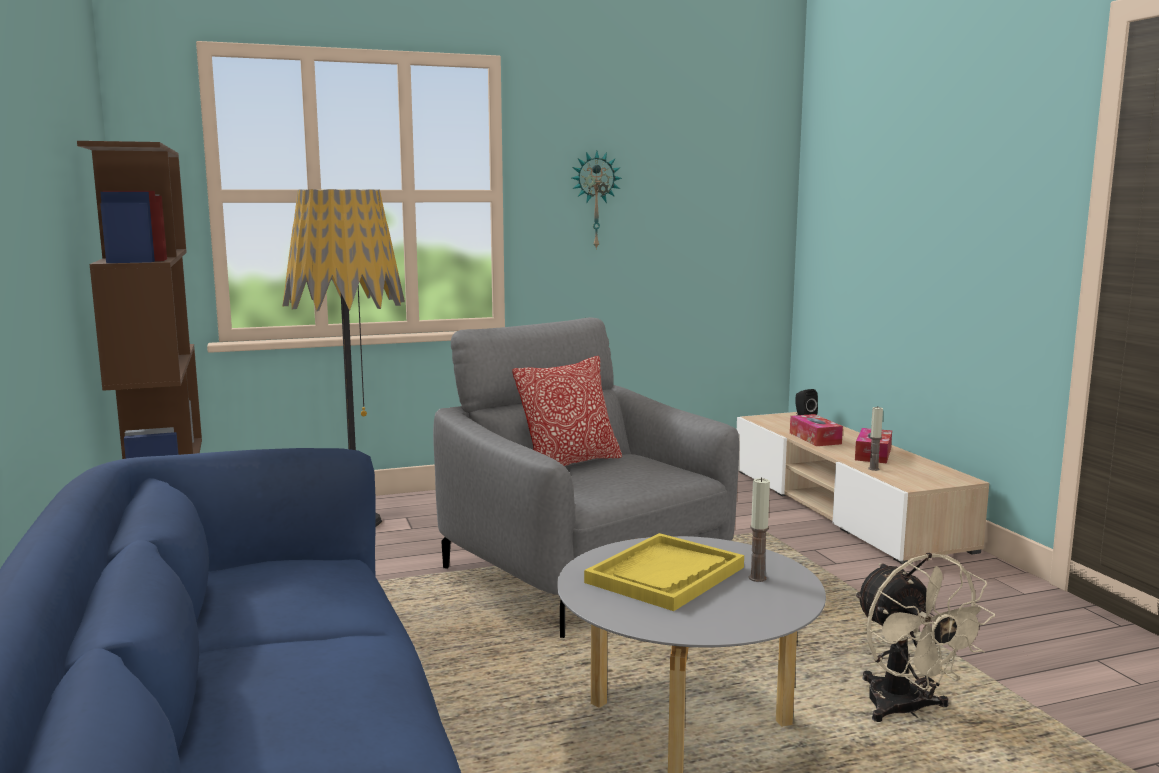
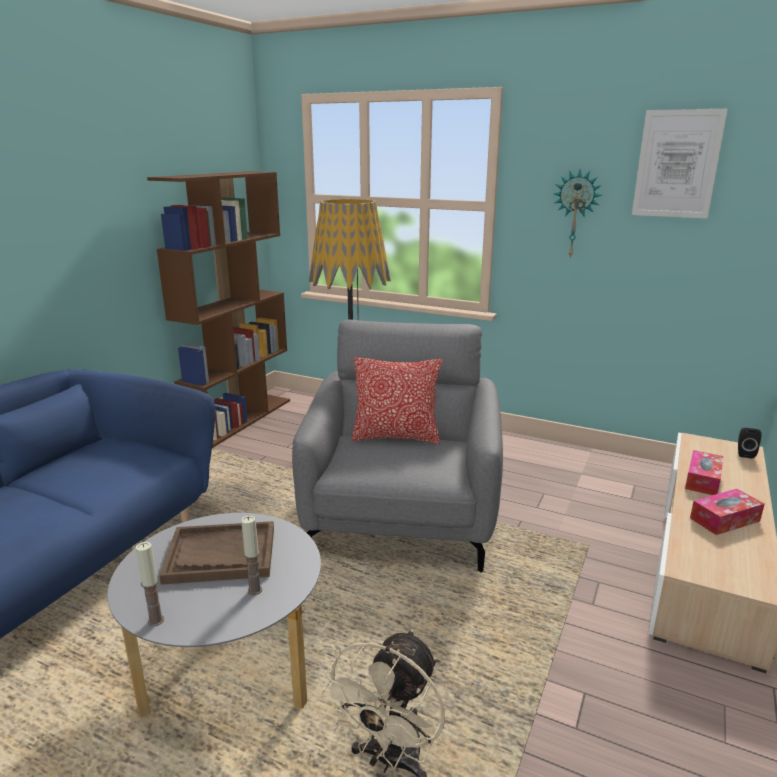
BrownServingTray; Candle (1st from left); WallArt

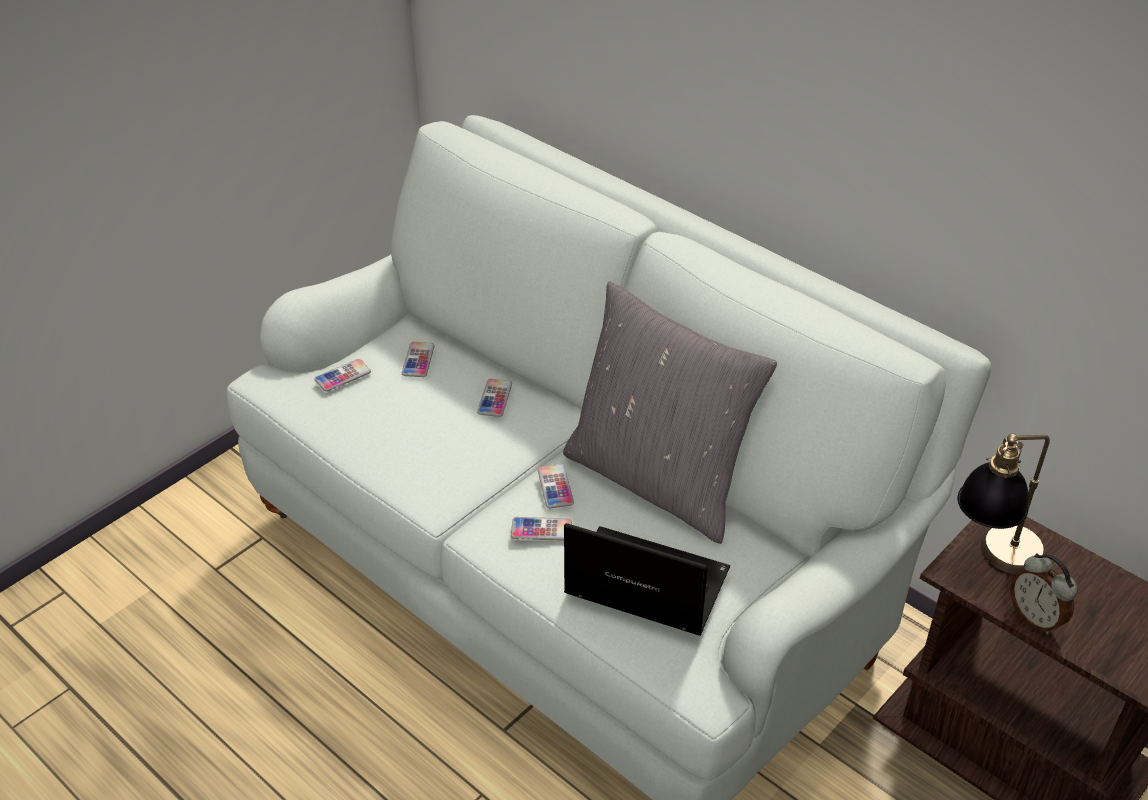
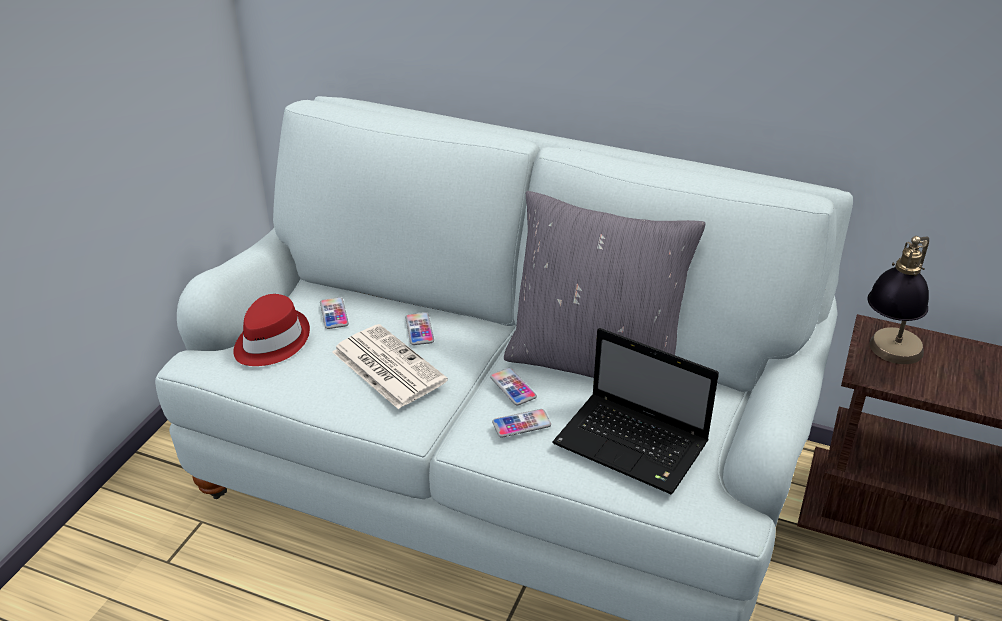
RedColouredClothingHat; PortableComputer; AlarmClock; Newspaper

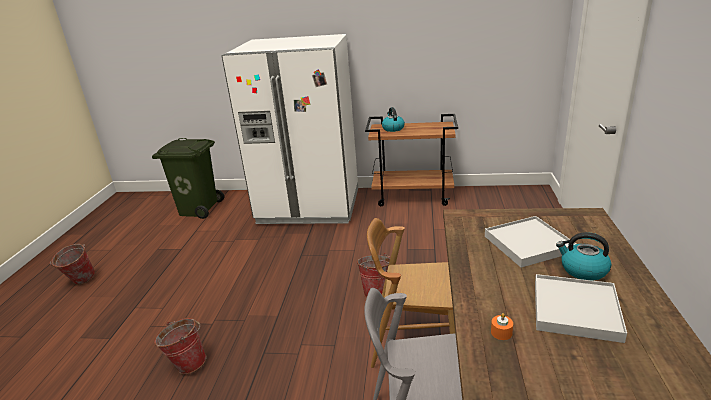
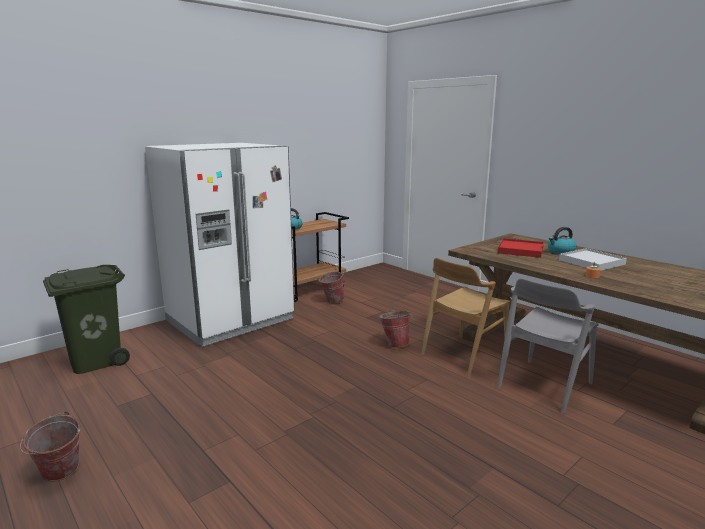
WaterBucket (2nd from left); RedColouredServingTray

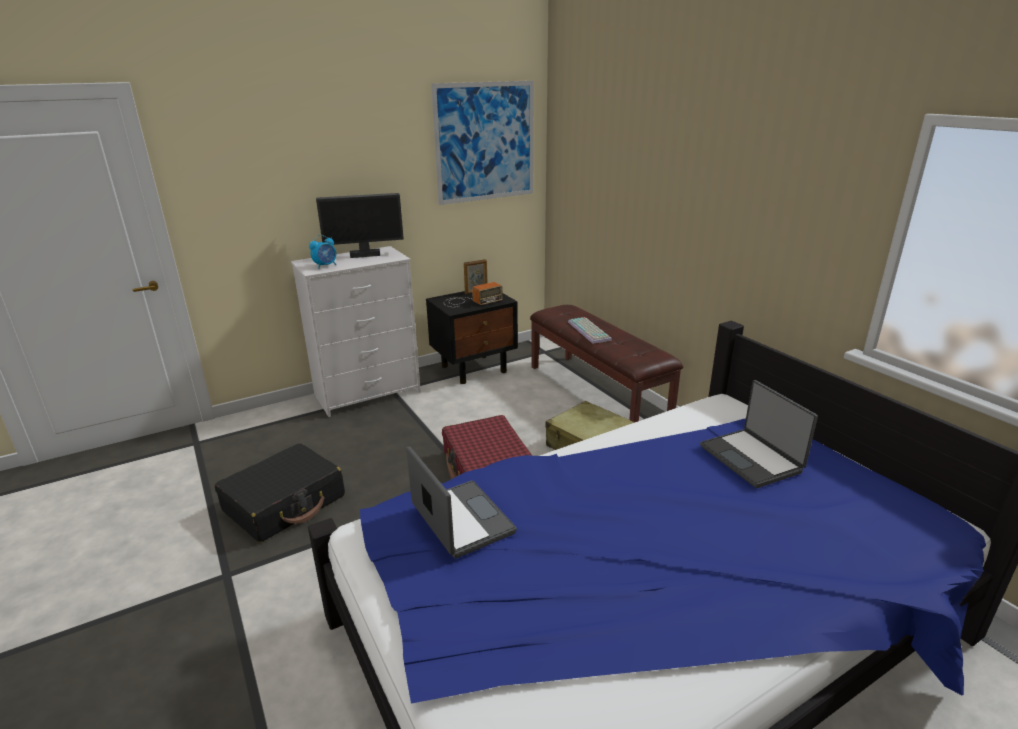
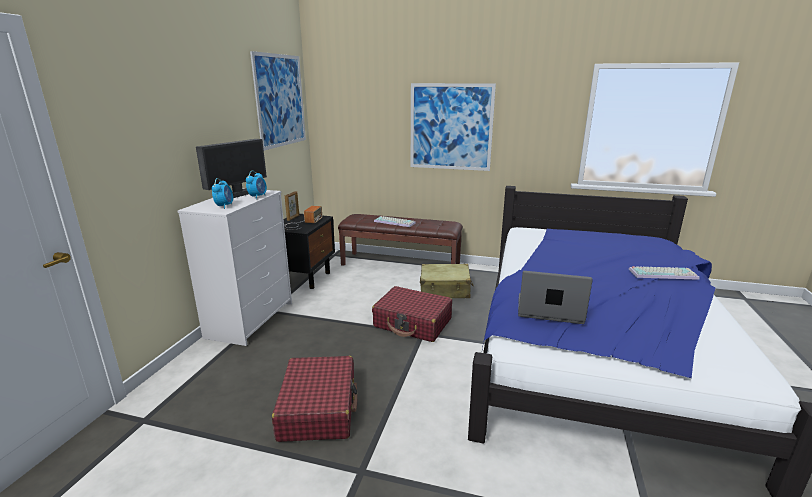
RedColouredSuitcase (1st from left); PortableComputer (2nd from left in the first image); AlarmClock (2nd from left); WallArt (2nd from left); PcKeyboard (2nd from left)

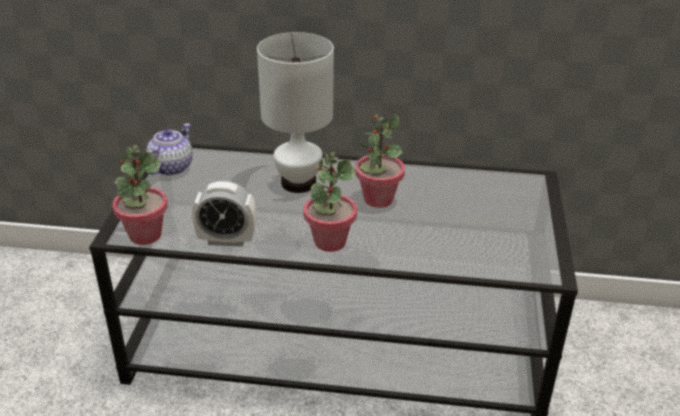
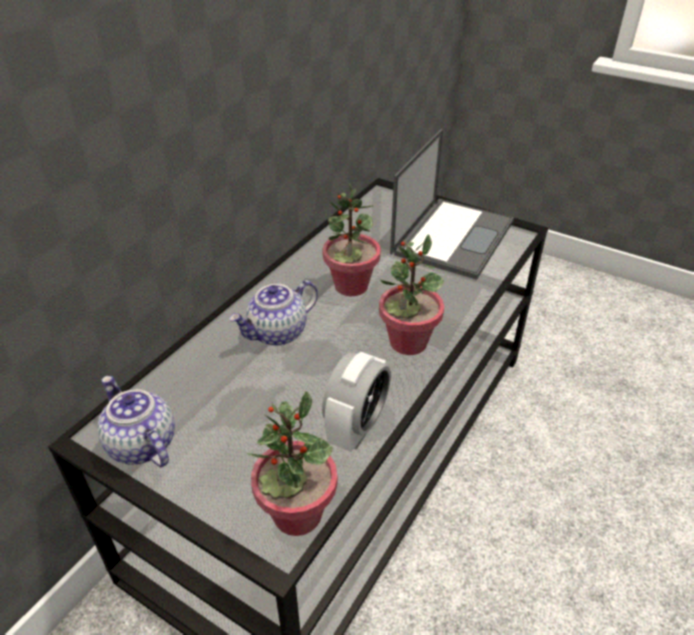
TeaPot (2nd from left); PortableComputer

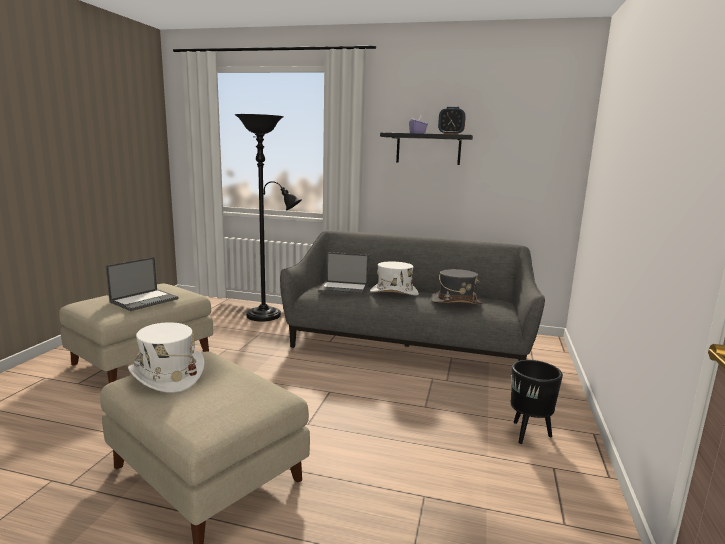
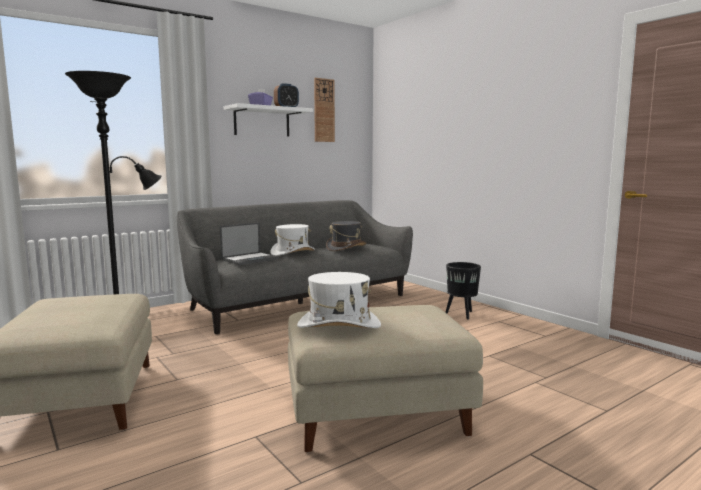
PortableComputer (1st from left in the first image); WhiteShelf; ClockOnTheWall

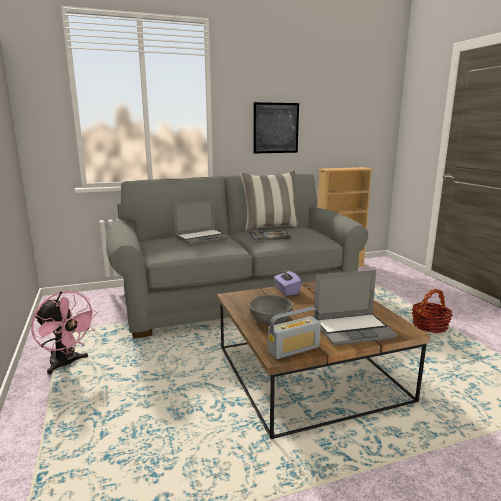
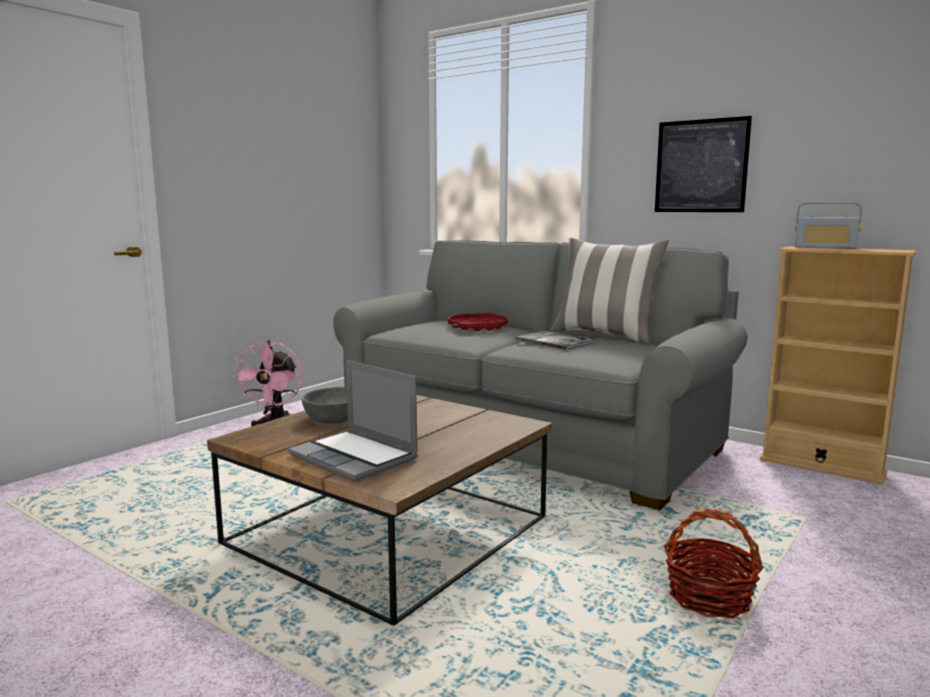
RedColouredServingTray; RadioReceiver; PurpleBoxOfTissues

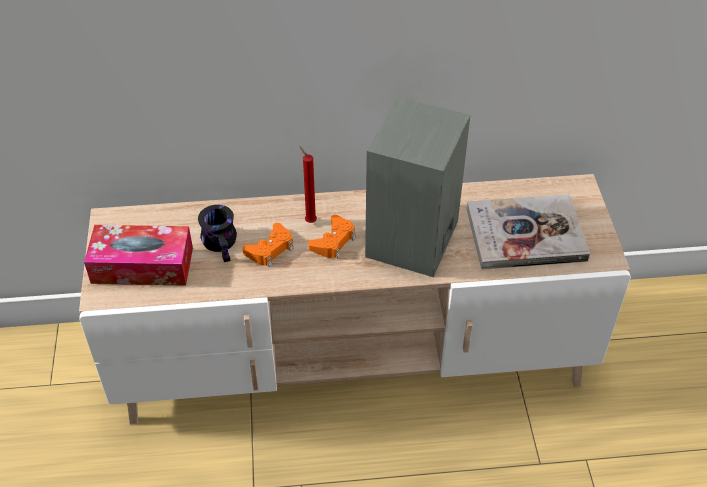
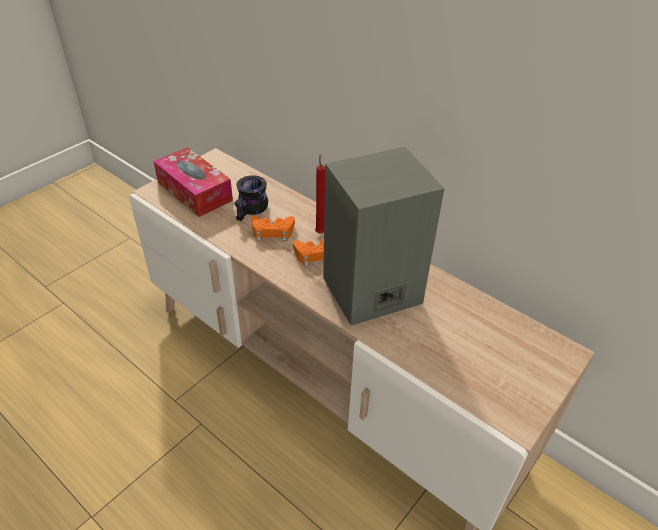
Volume

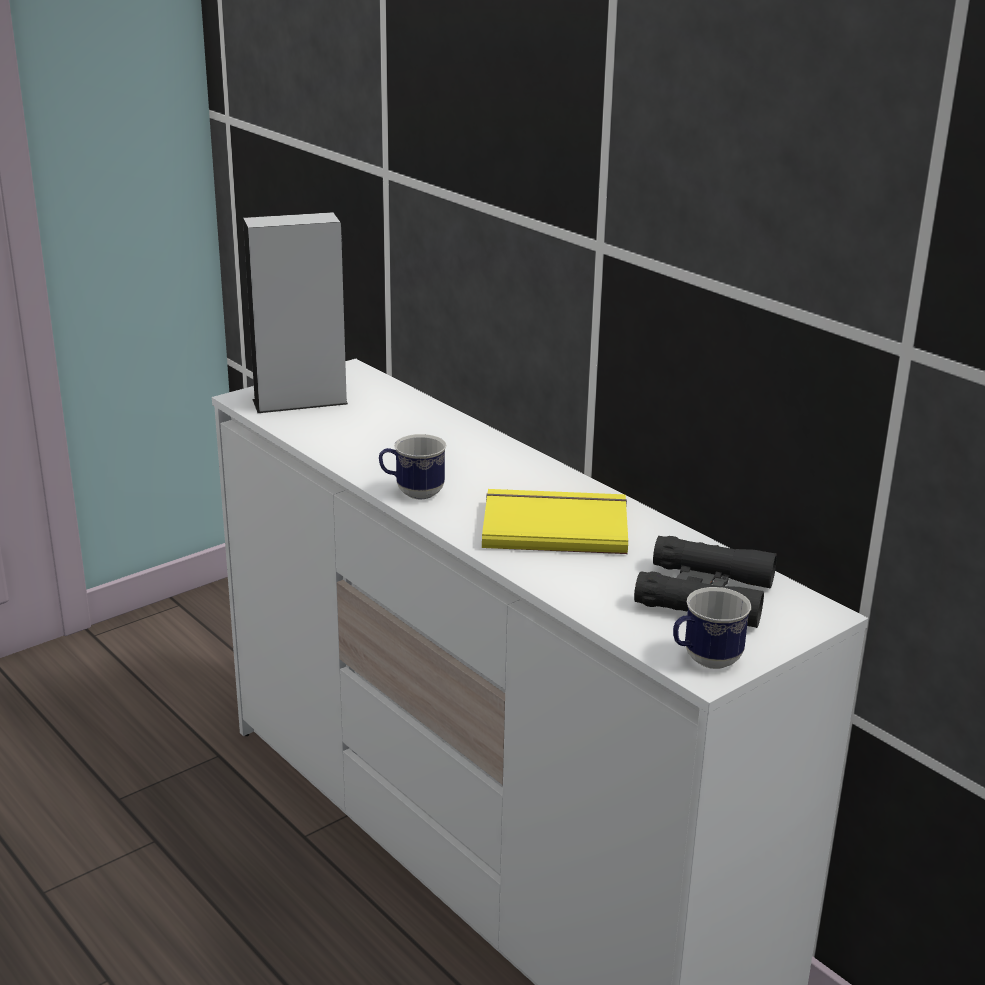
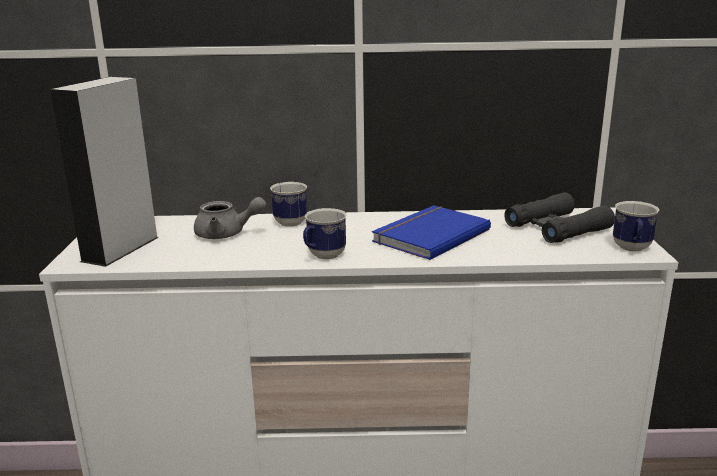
BluishVolume; GreyishTeaPot; CoffeeMug (1st from left)

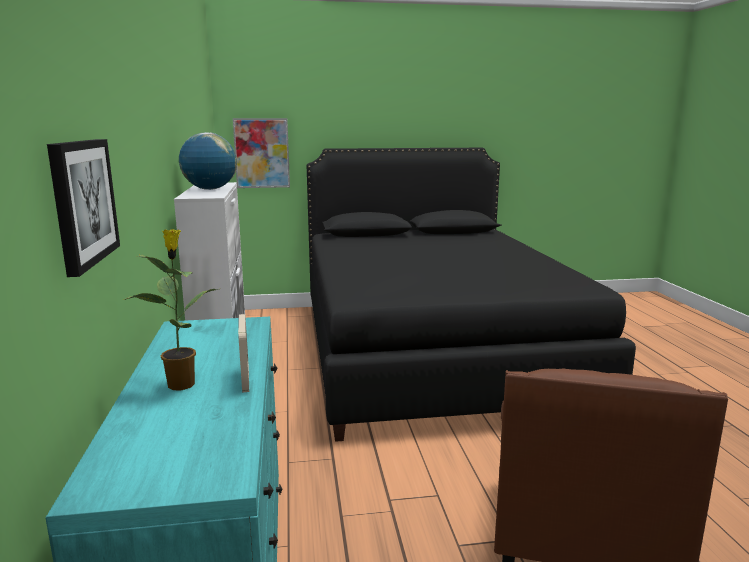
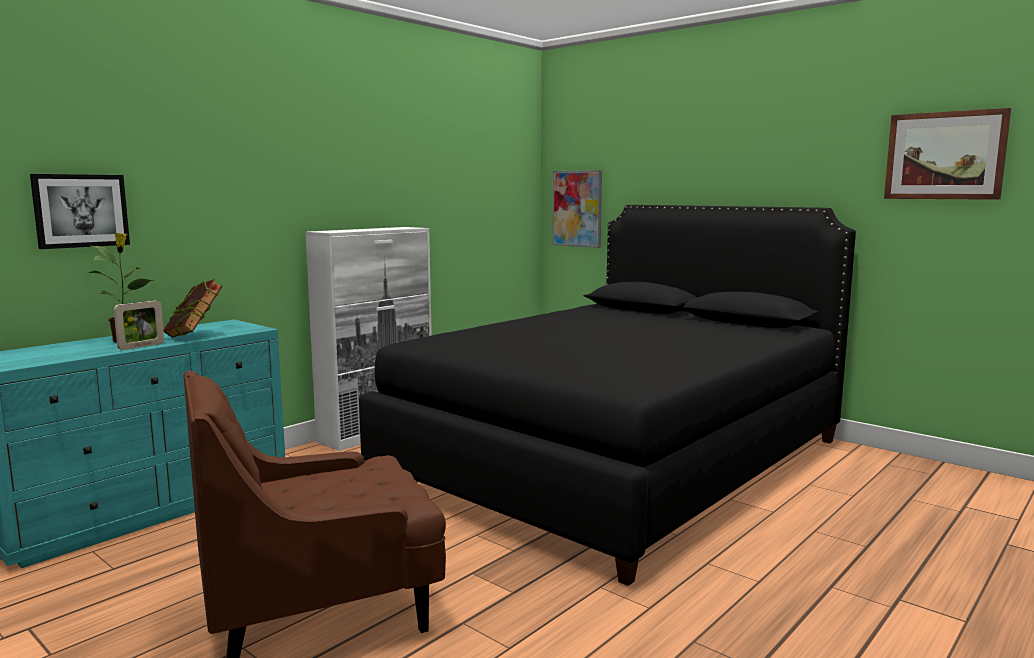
Globe; Volume; WallArt (3rd from left)

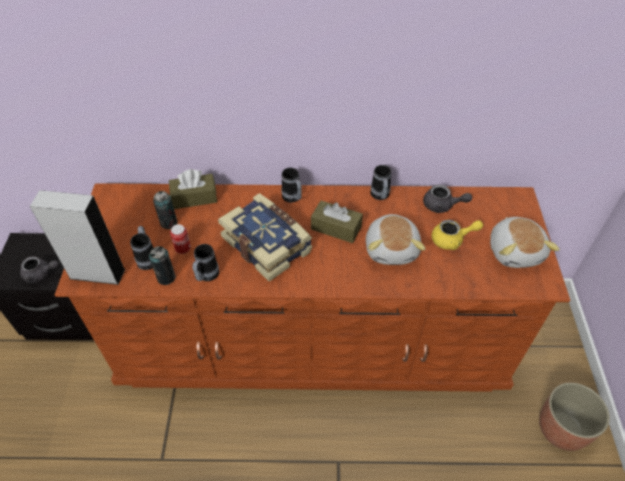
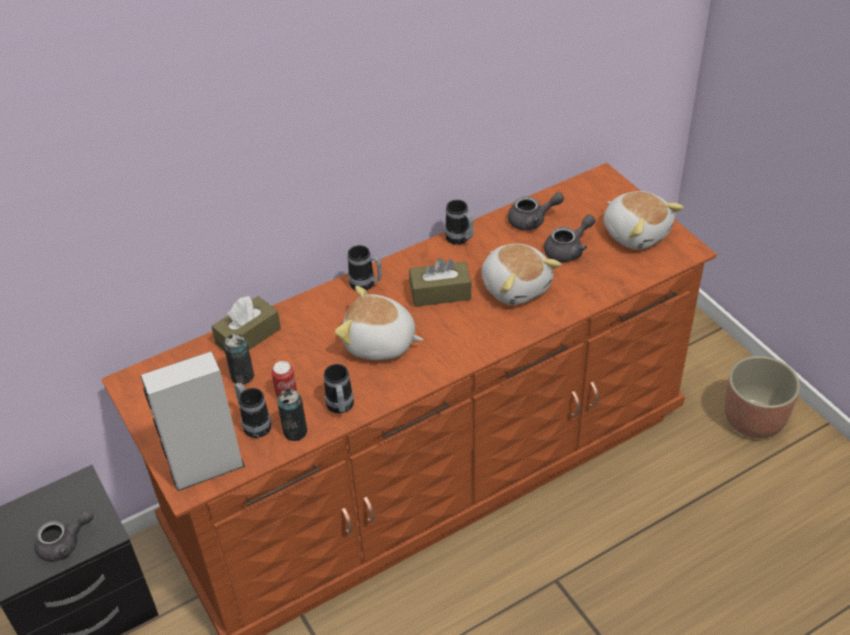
CuddlyToy (1st from left); GreyishTeaPot (3rd from left)

